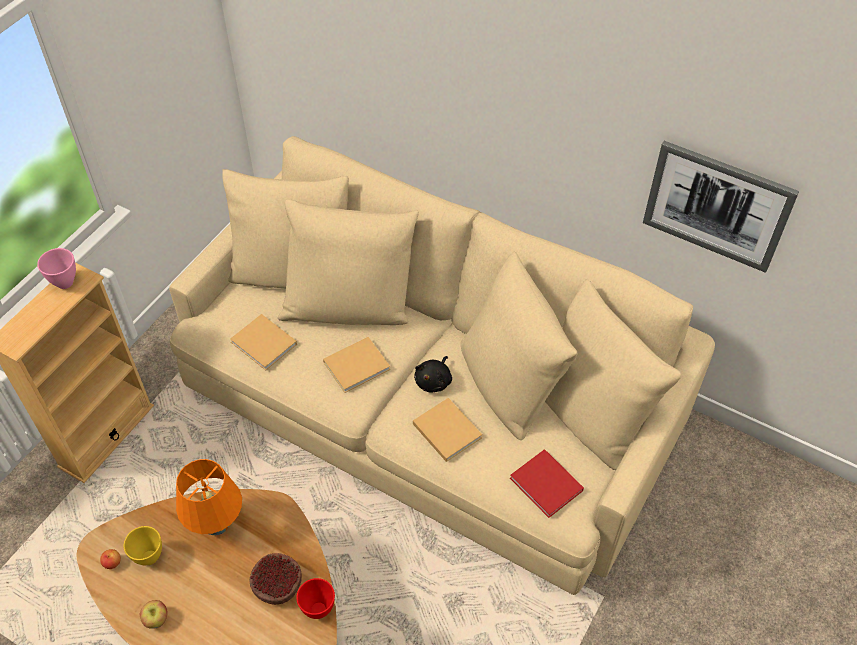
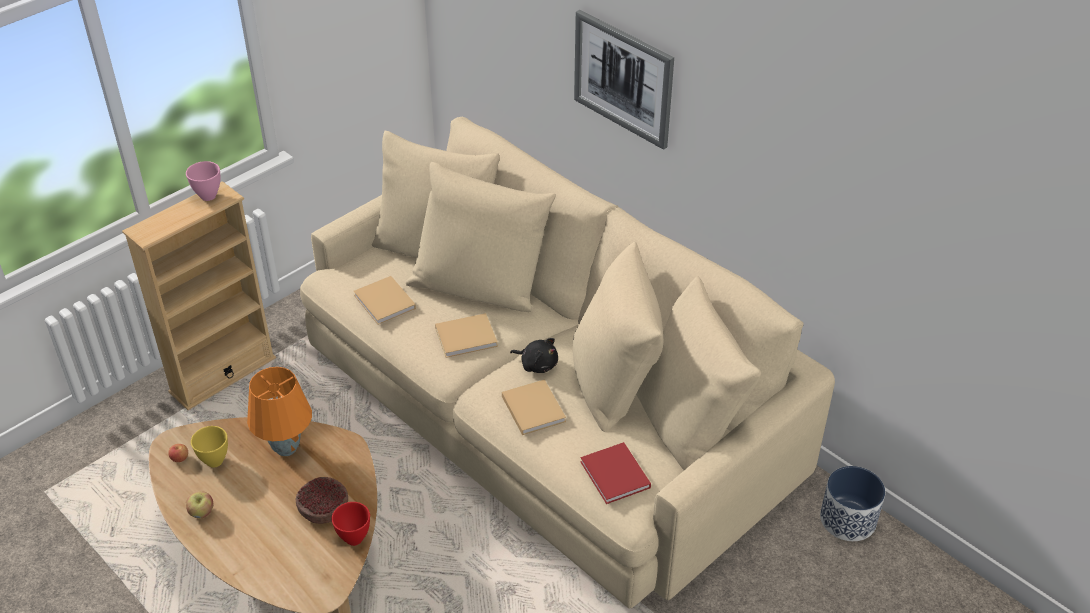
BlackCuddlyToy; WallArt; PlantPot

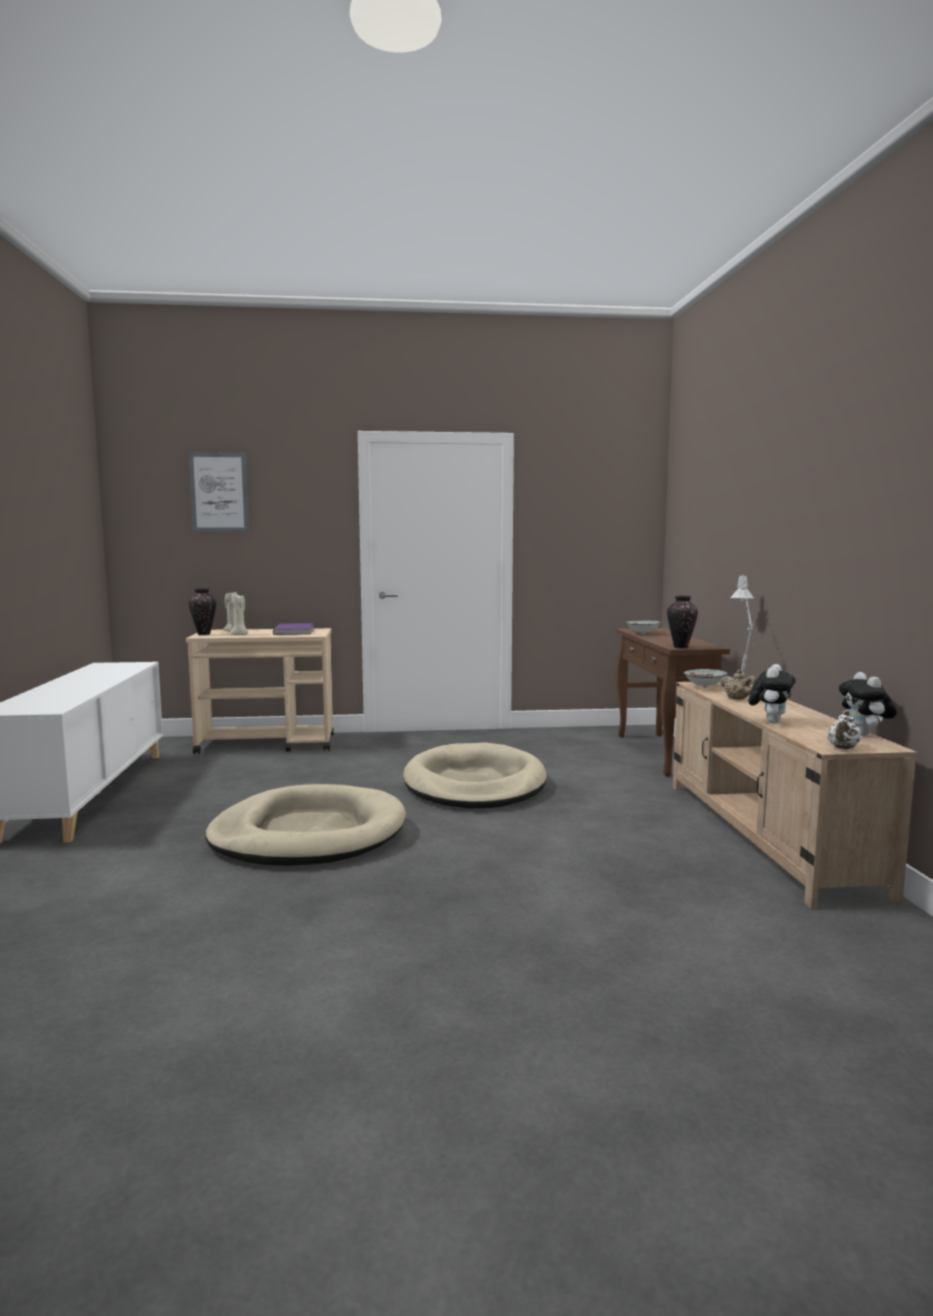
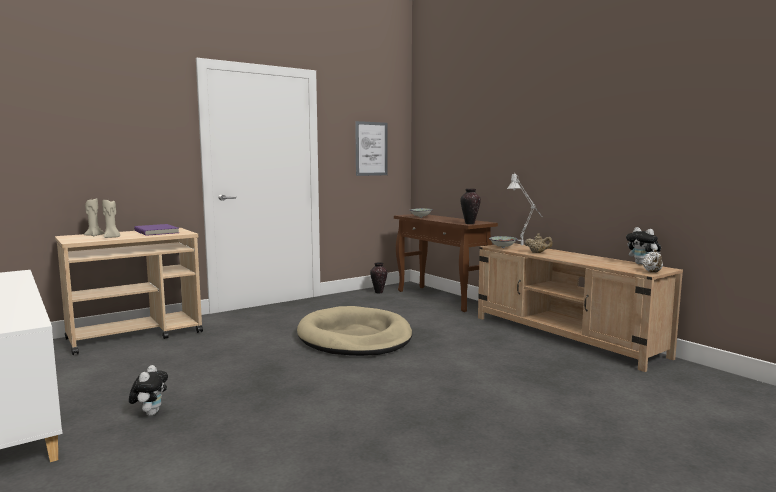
WallArt; Vase (1st from left); BeigeDogCushion (1st from left in the first image); CuddlyToy (1st from left)

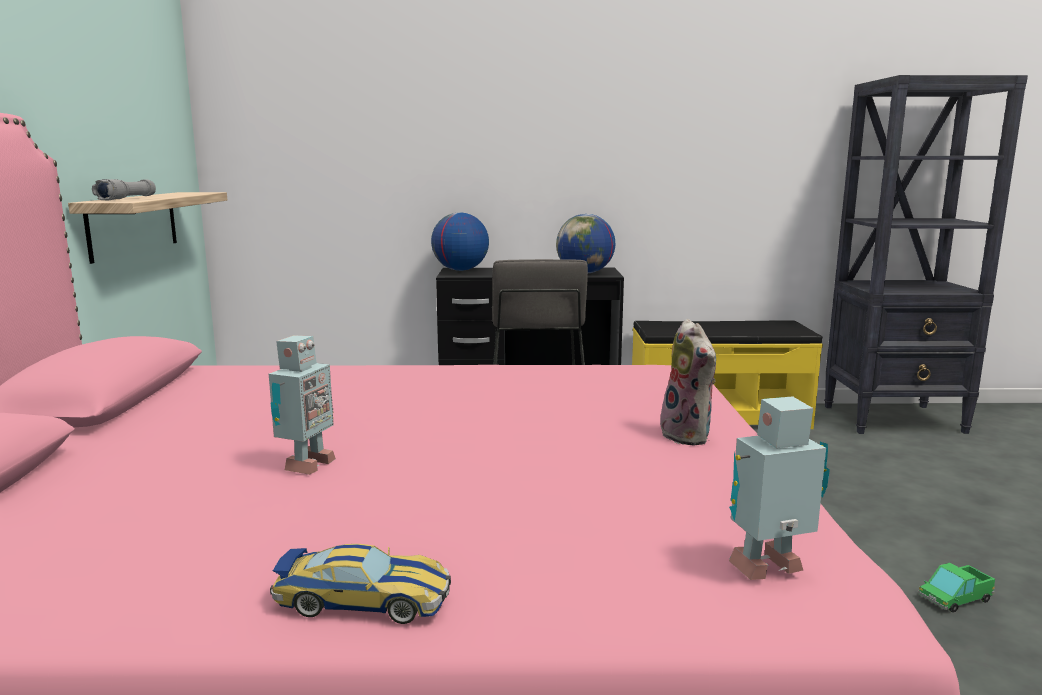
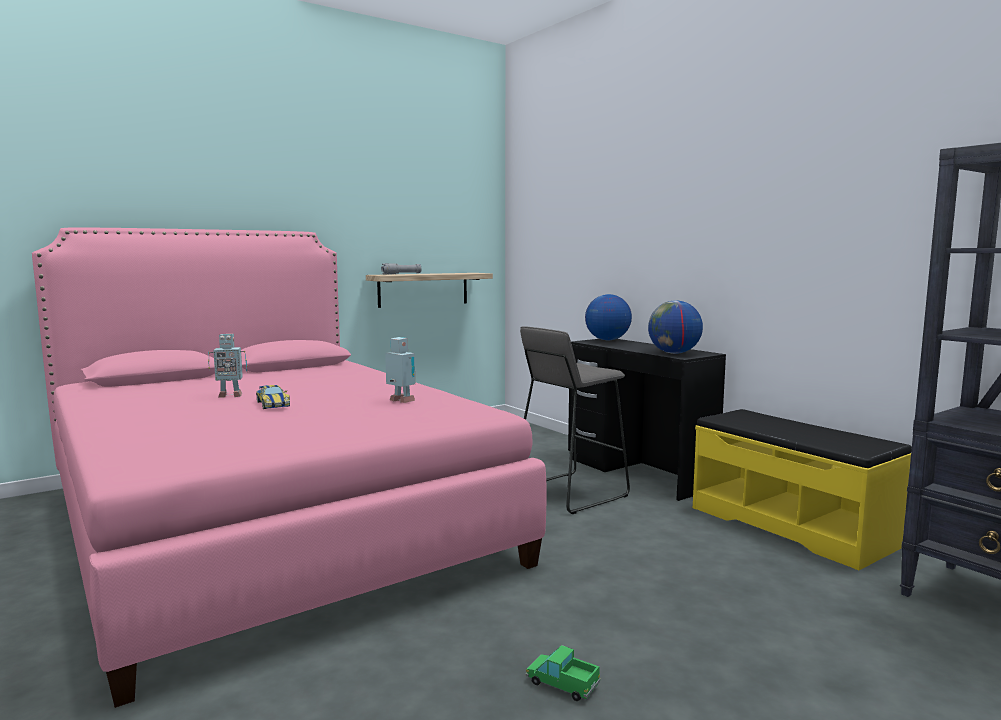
MiniatureCar; CuddlyToy; RobotFigure (2nd from left)

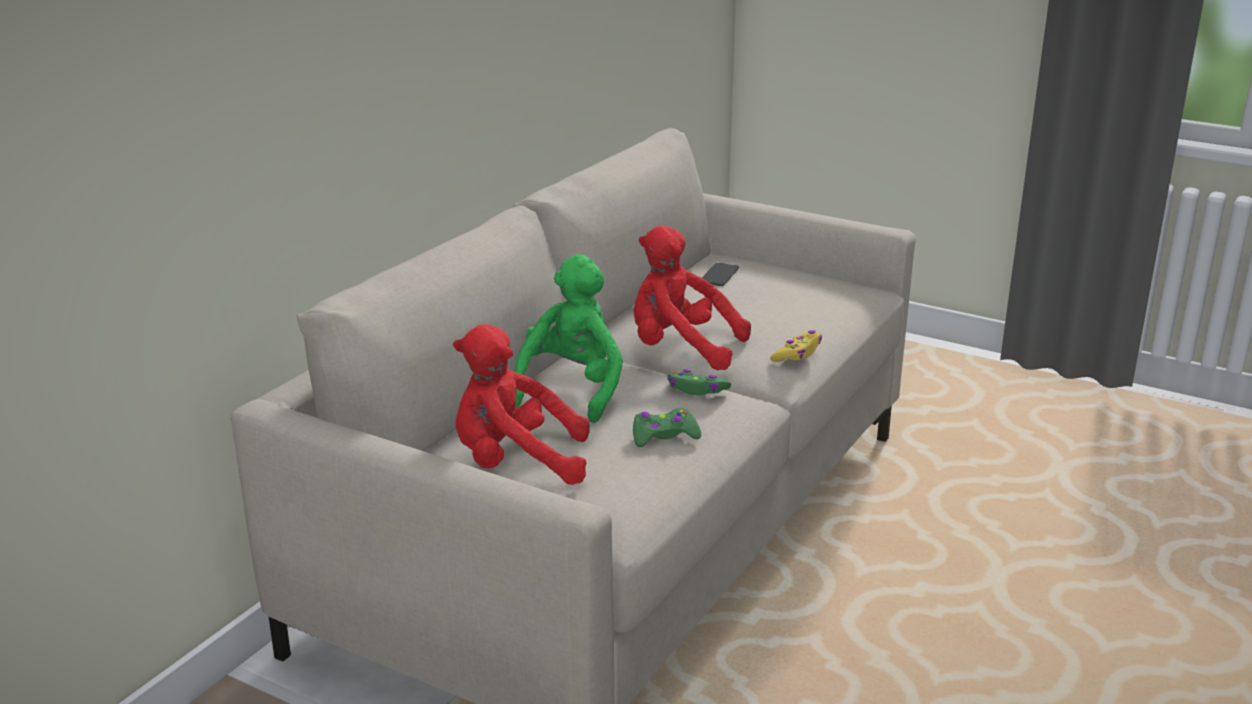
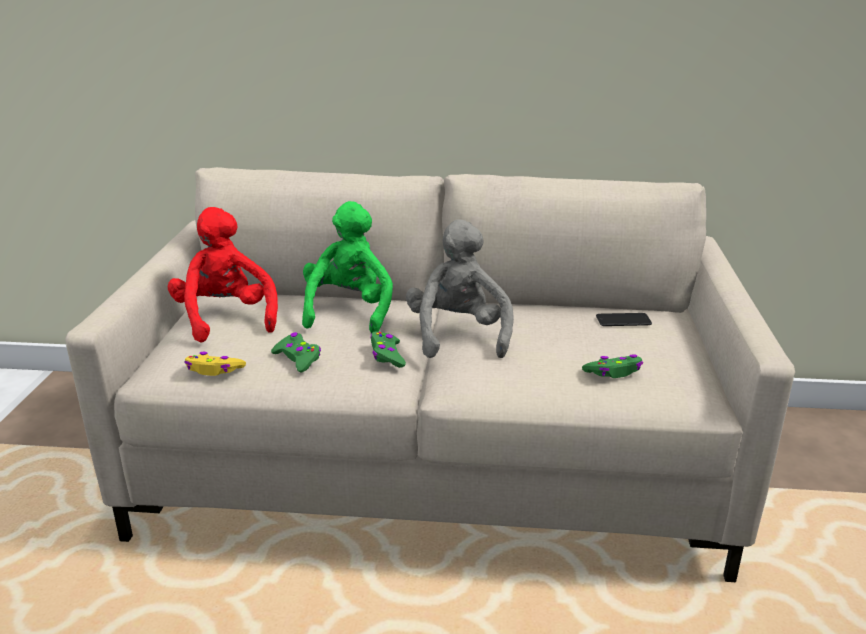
GreenColouredCuddlyToy; GreyishCuddlyToy; YellowJoypad; GreenColouredJoypad (3rd from left)

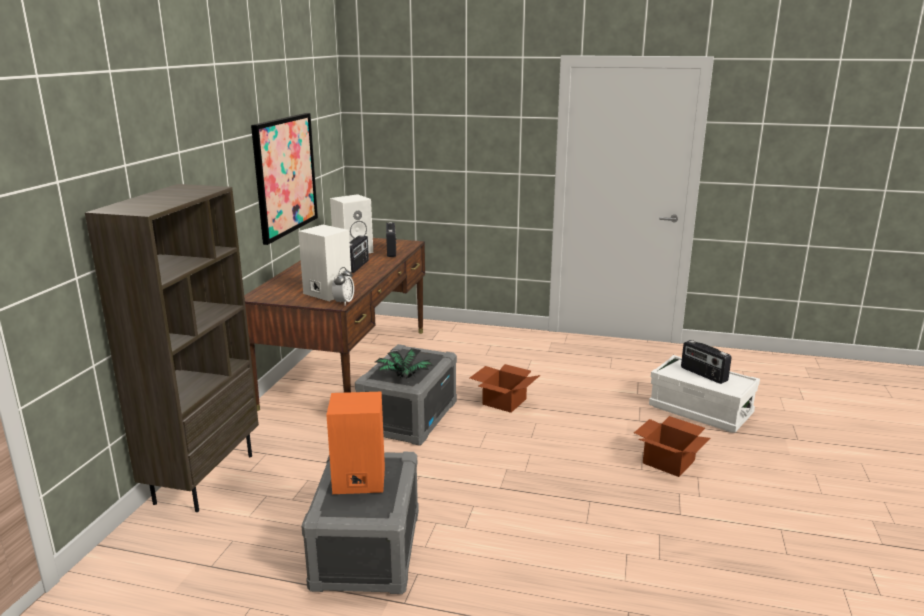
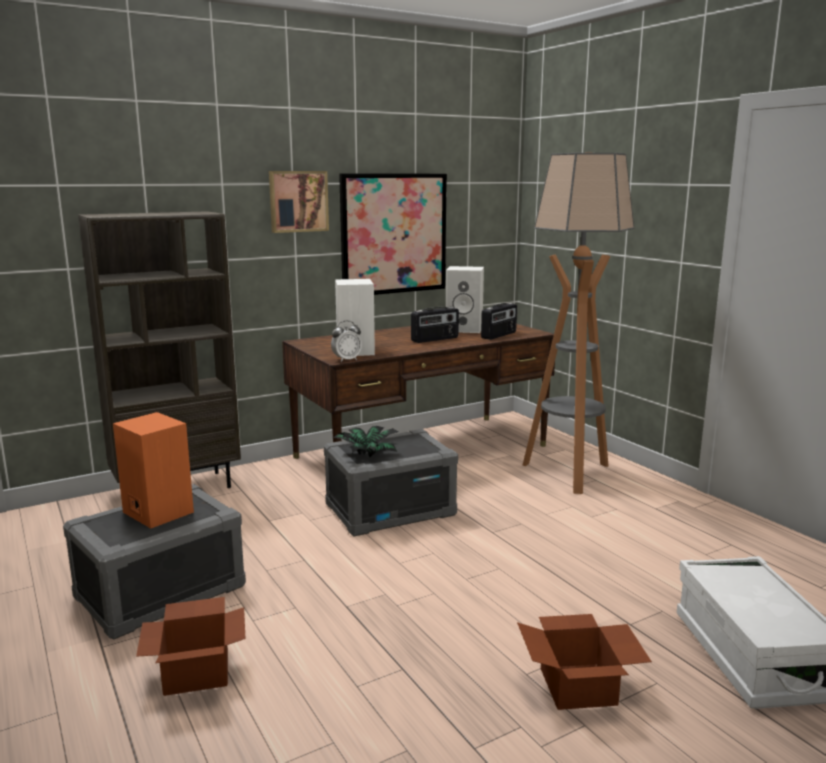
PackingBox (1st from left); RadioReceiver (3rd from left in the first image); WallArt (1st from left); FloorLamp

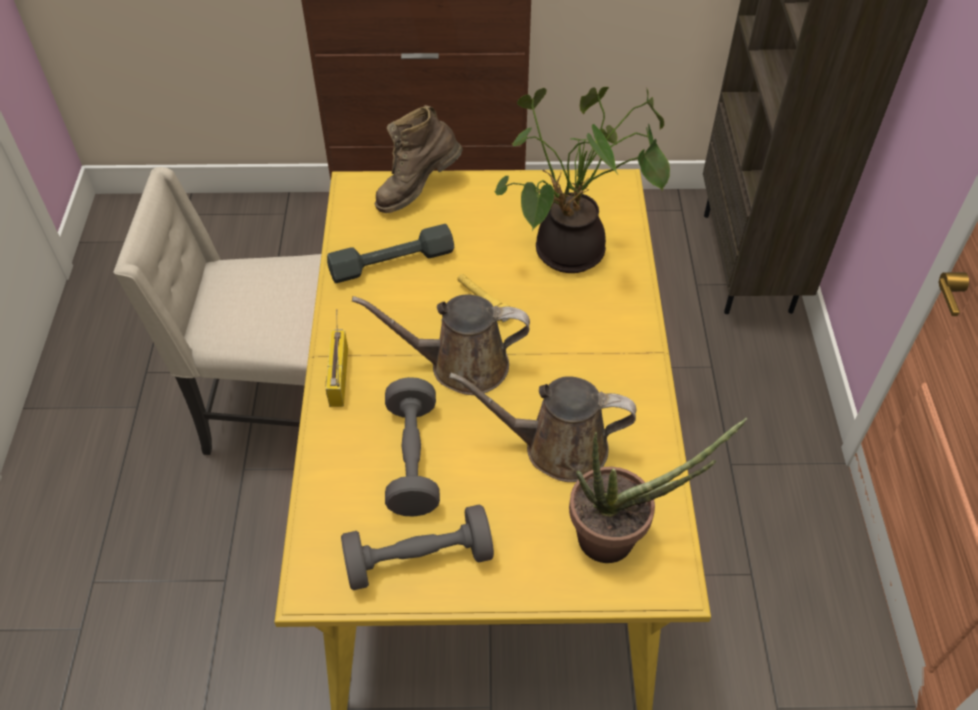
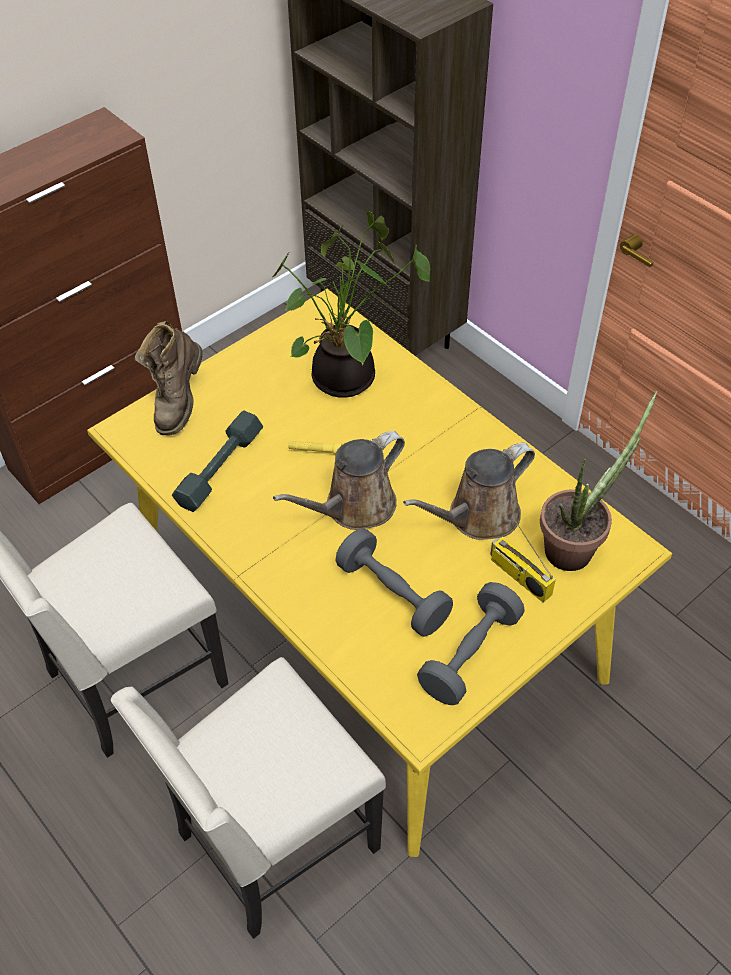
RadioReceiver; BeigeUprightChair (2nd from left)

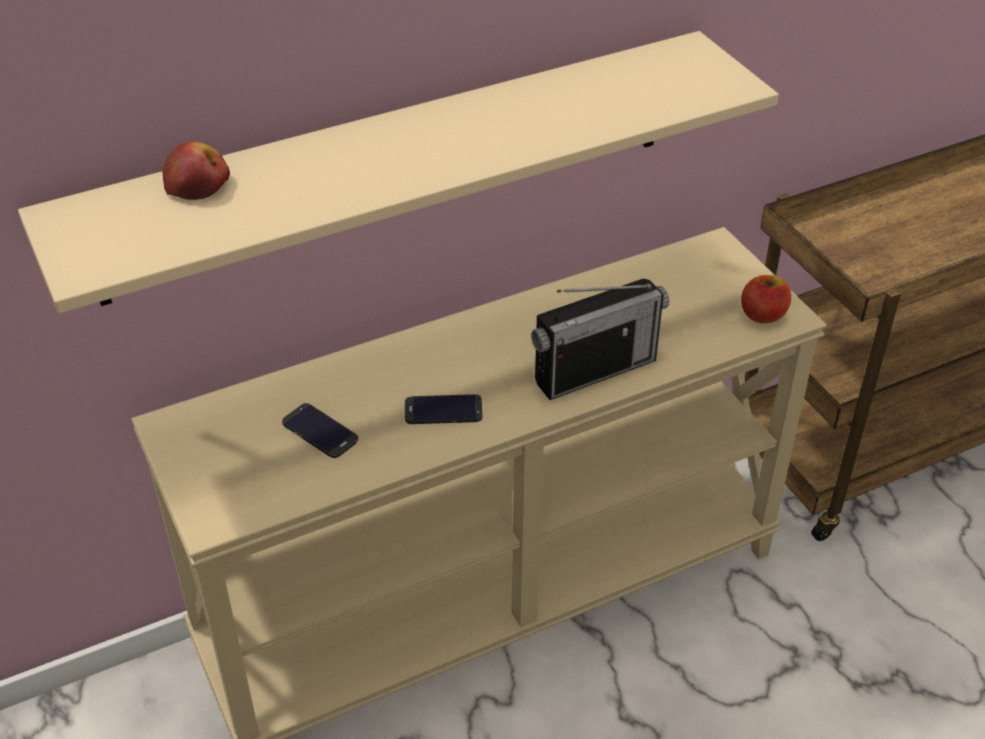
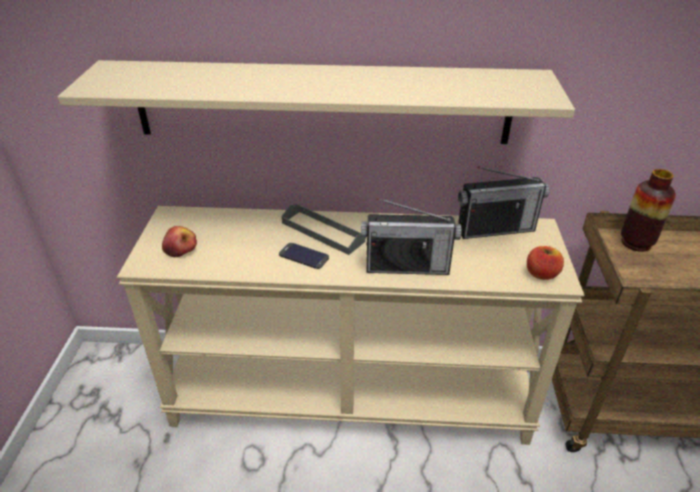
Apple (1st from left); Phone (1st from left in the first image); GreyishServingTray; RadioReceiver (2nd from left); Vase

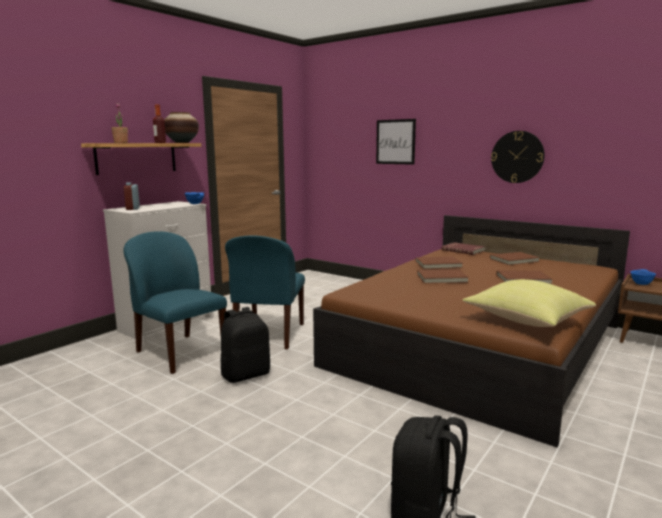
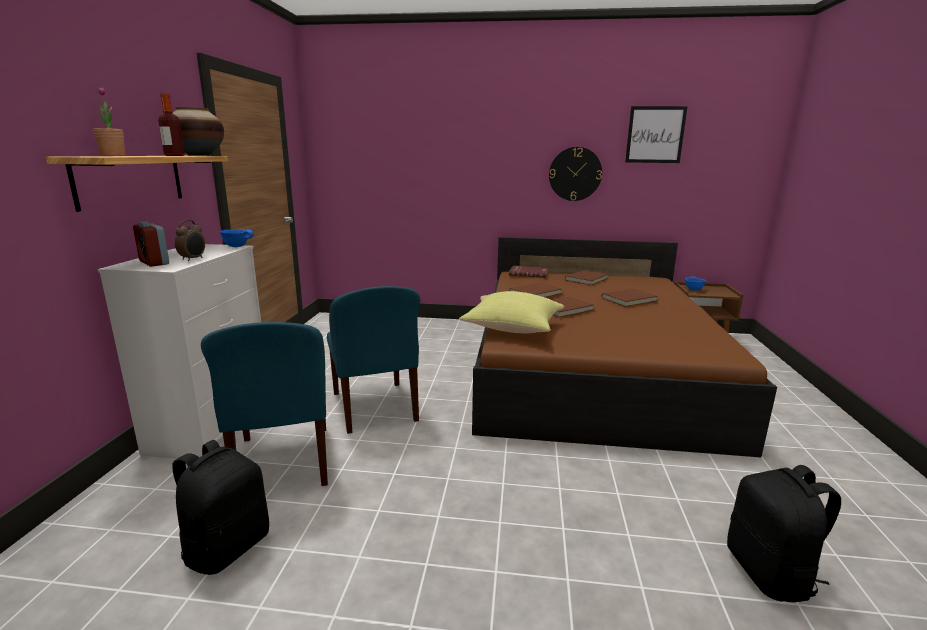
BluishUprightChair (1st from left); BlackBackpack (1st from left); WallArt; YellowThrowPillow; AlarmClock (2nd from left)

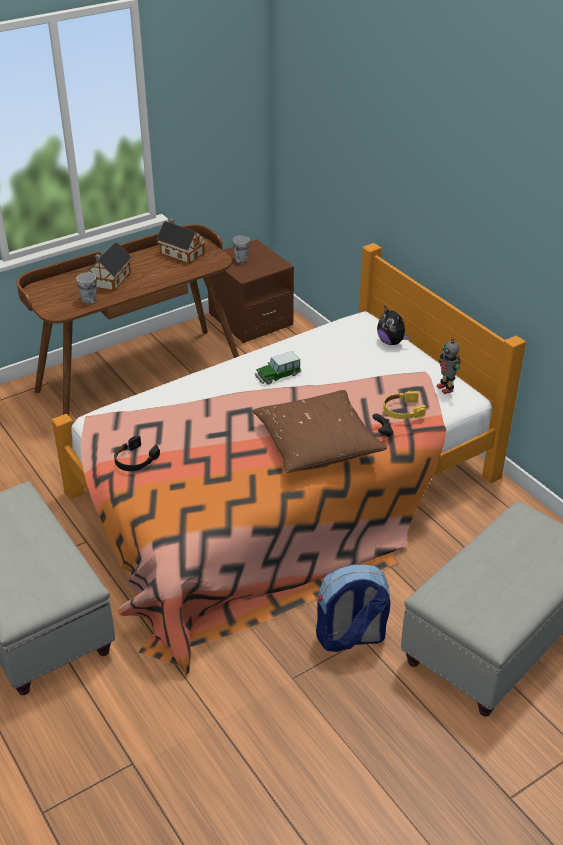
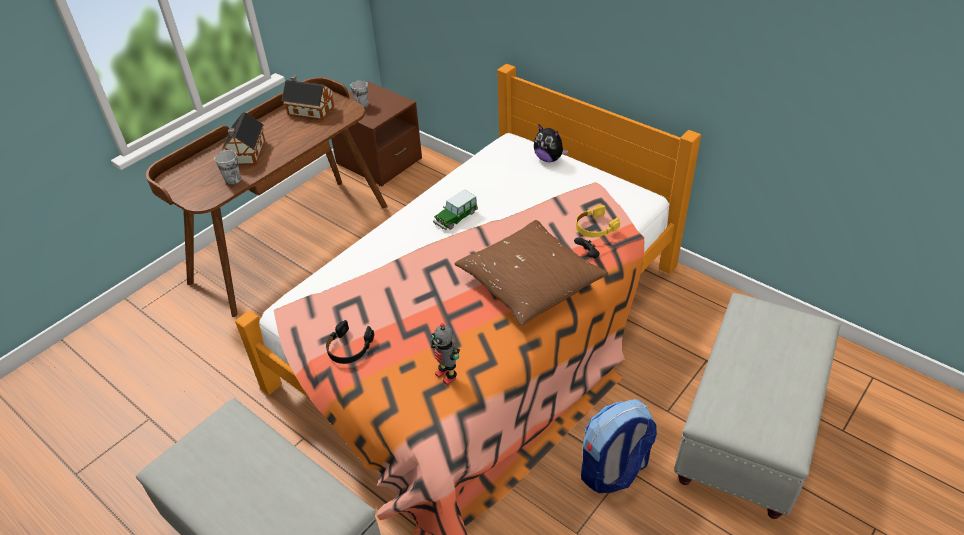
RobotFigure

